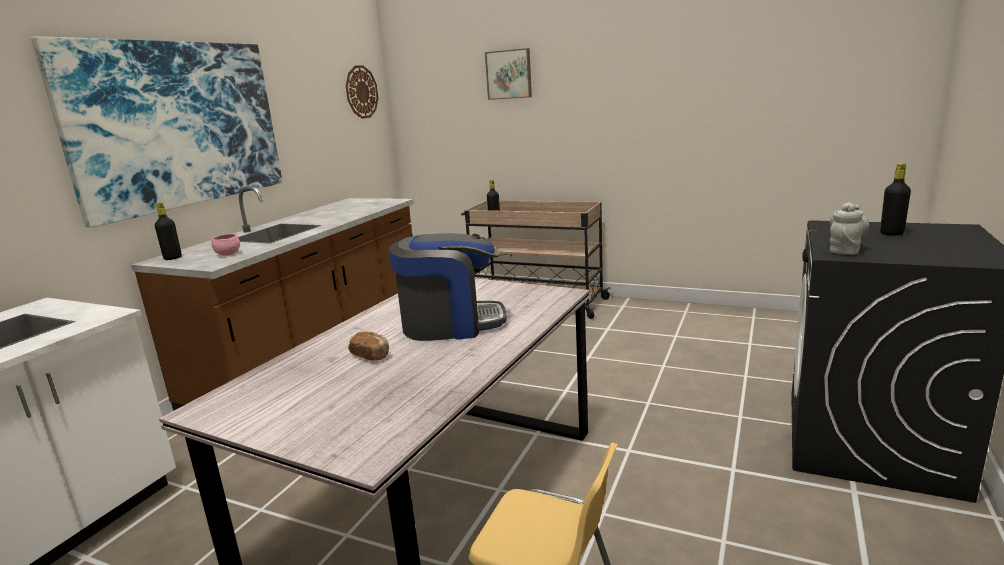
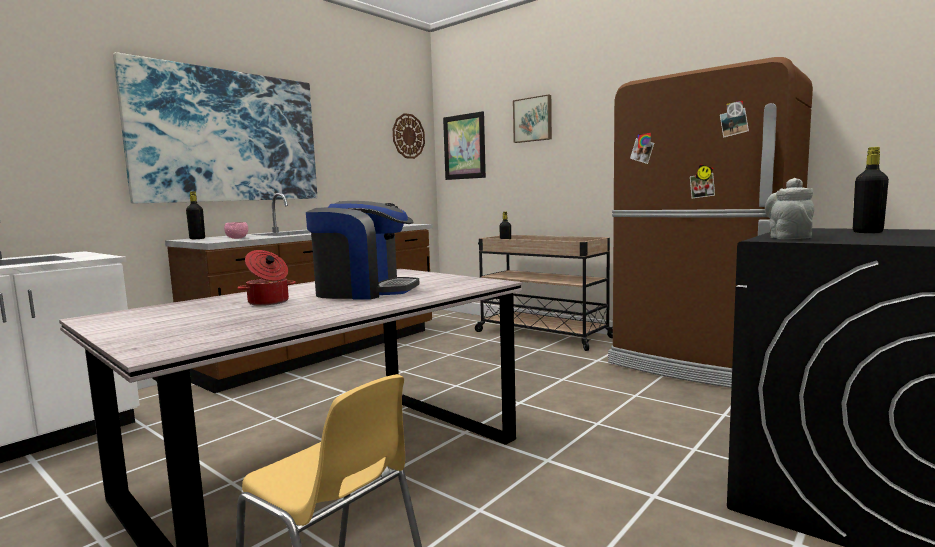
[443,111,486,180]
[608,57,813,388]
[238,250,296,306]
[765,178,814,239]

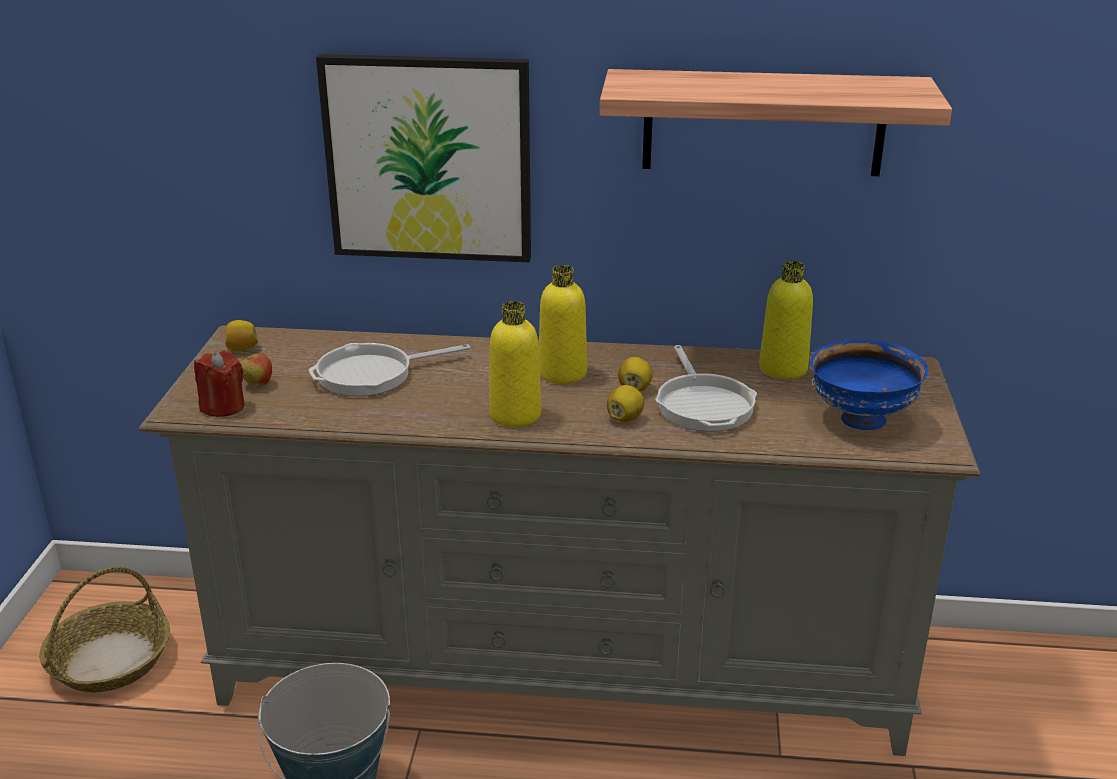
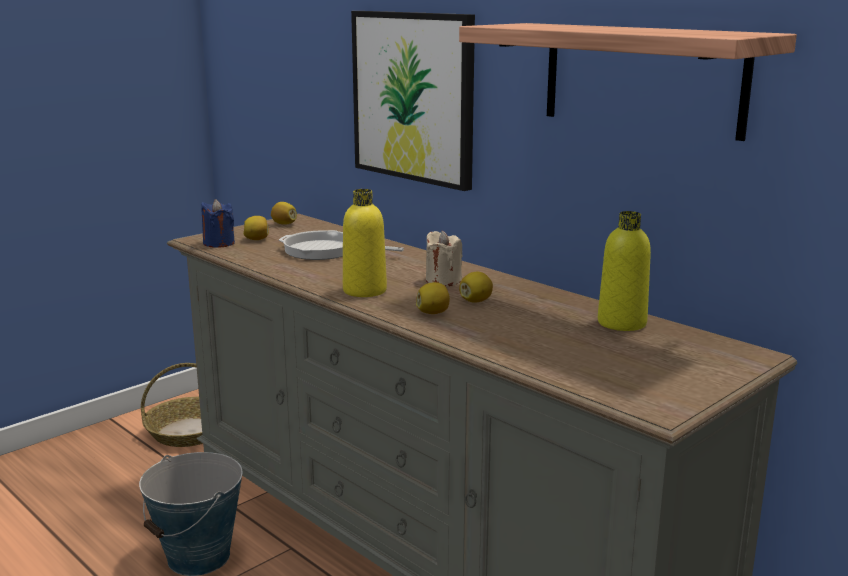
[656,345,757,432] (first image)
[810,339,928,430] (first image)
[243,216,269,240]
[426,231,462,286]
[201,199,235,248]

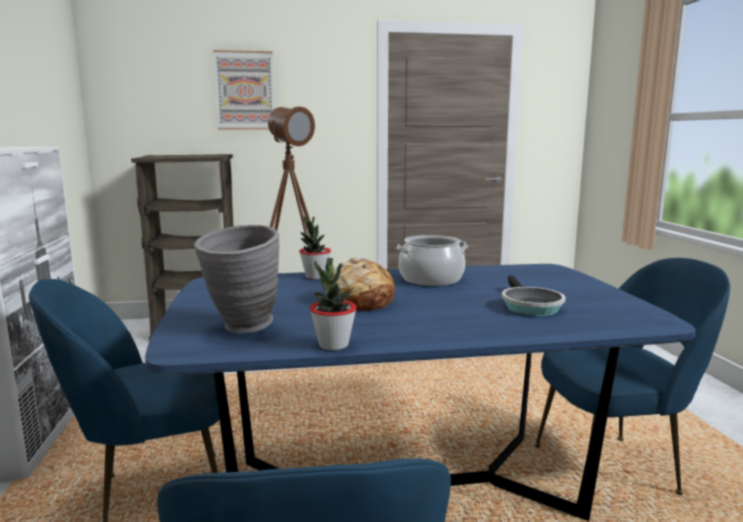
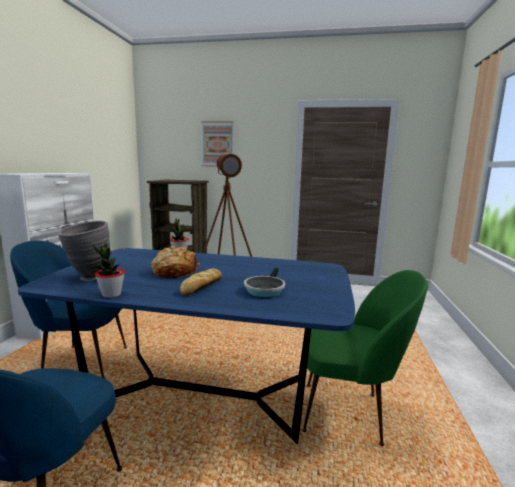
[396,235,468,286] (first image)
[180,269,222,296]
[302,270,428,446]

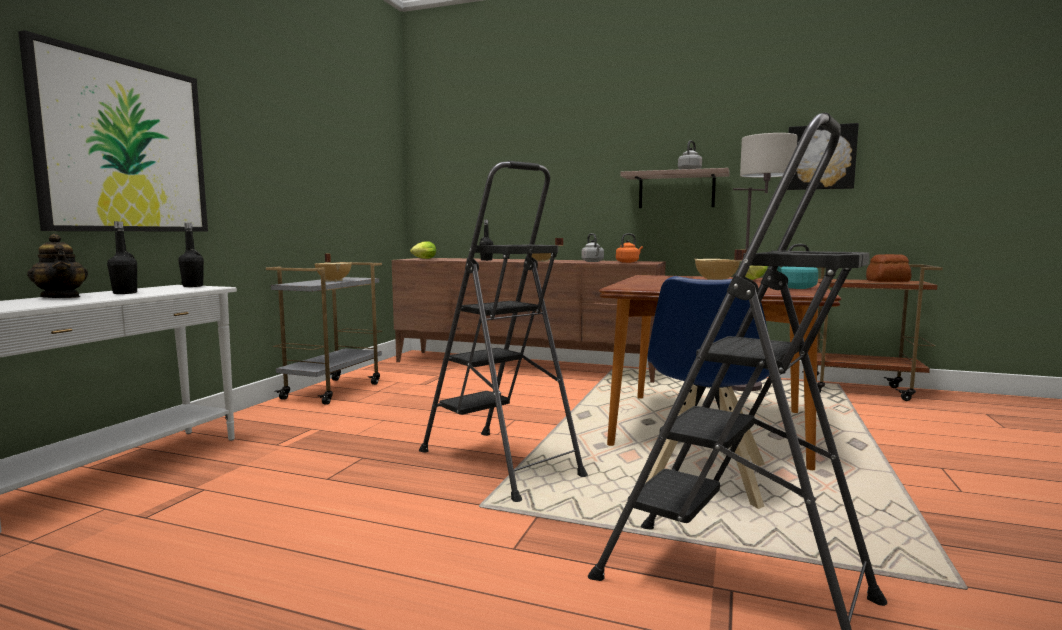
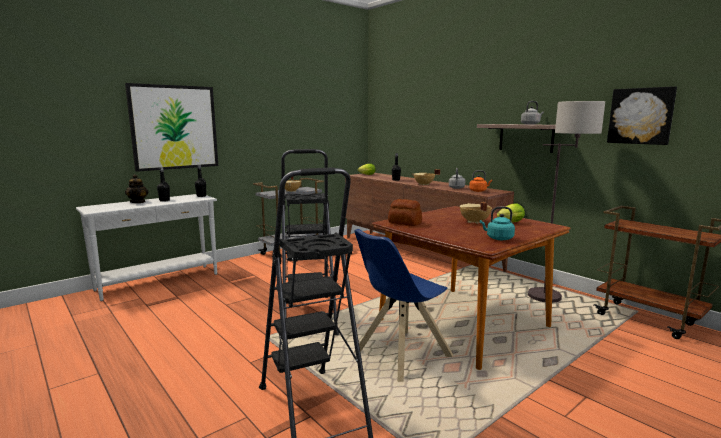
[388,199,422,226]

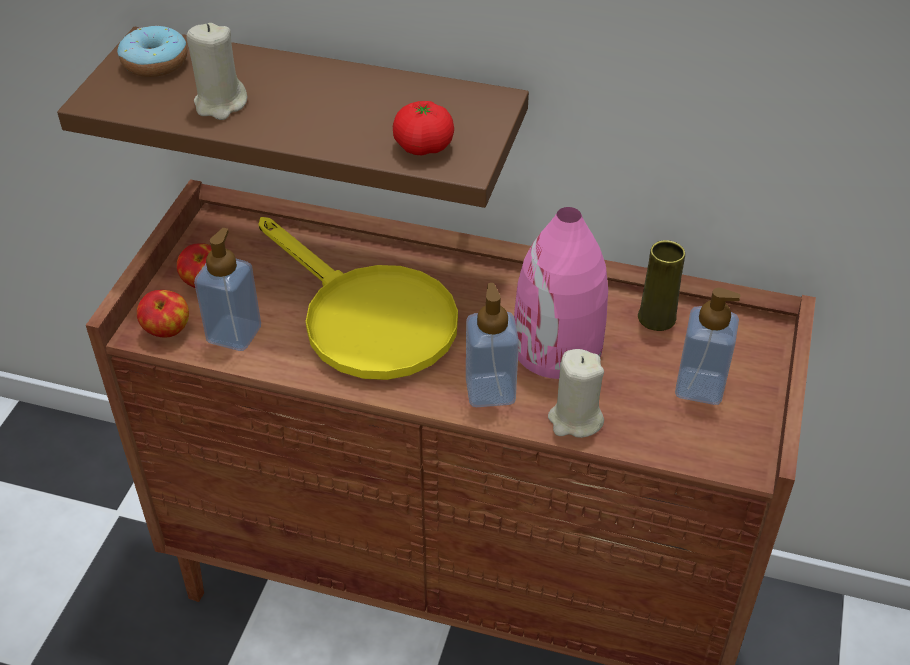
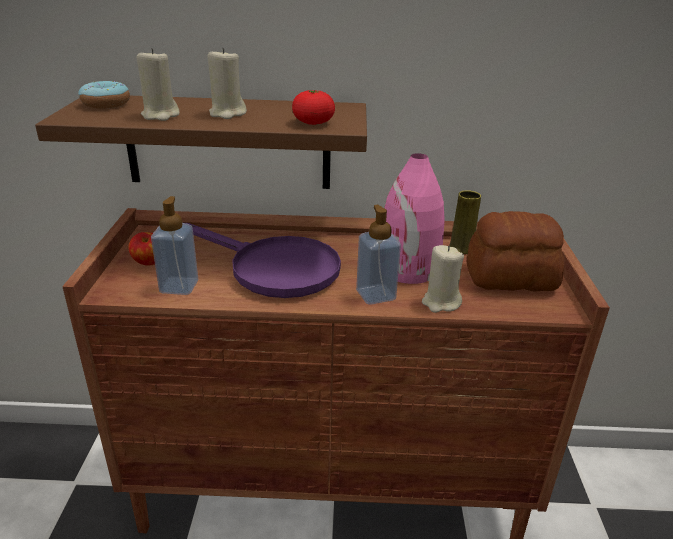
[137,290,189,337] (first image)
[208,47,247,119]
[467,211,564,292]
[186,223,341,298]

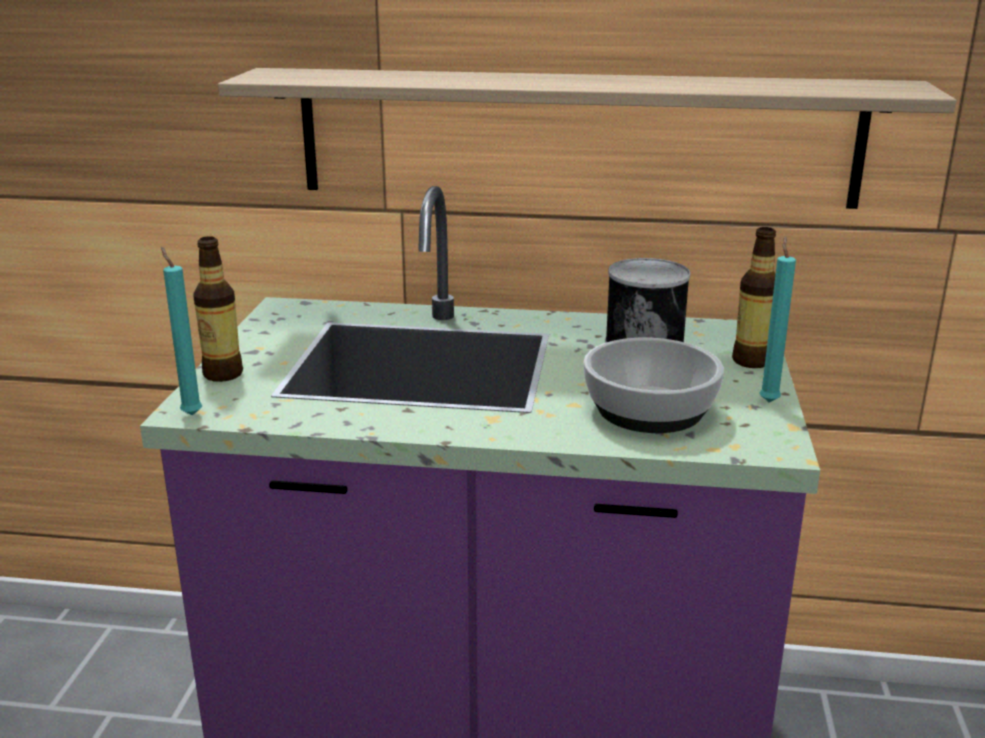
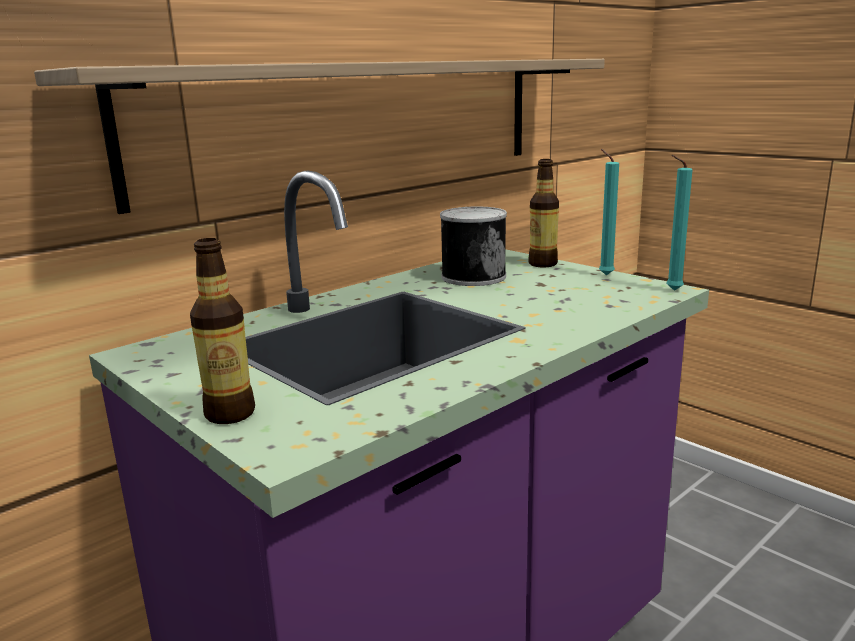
[583,338,724,433] (first image)
[666,155,692,291]

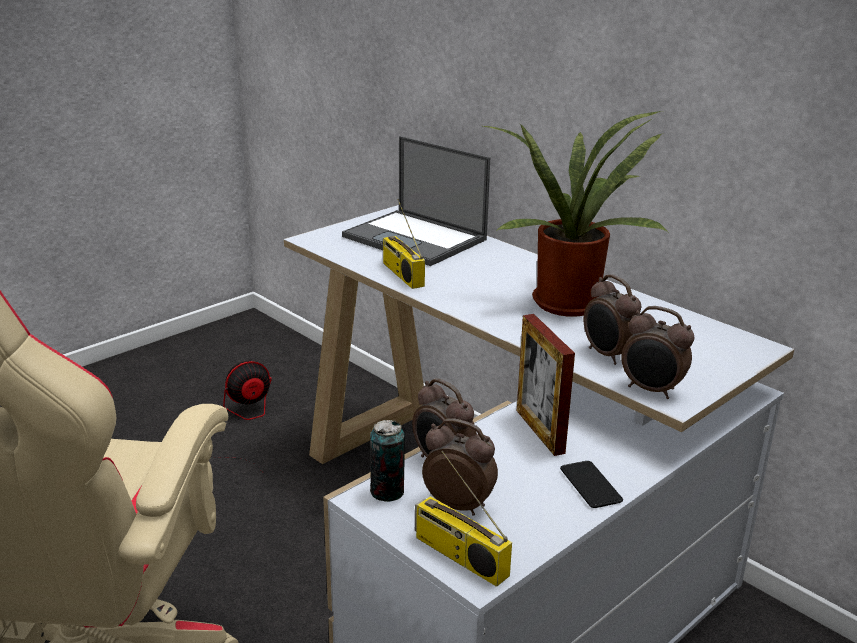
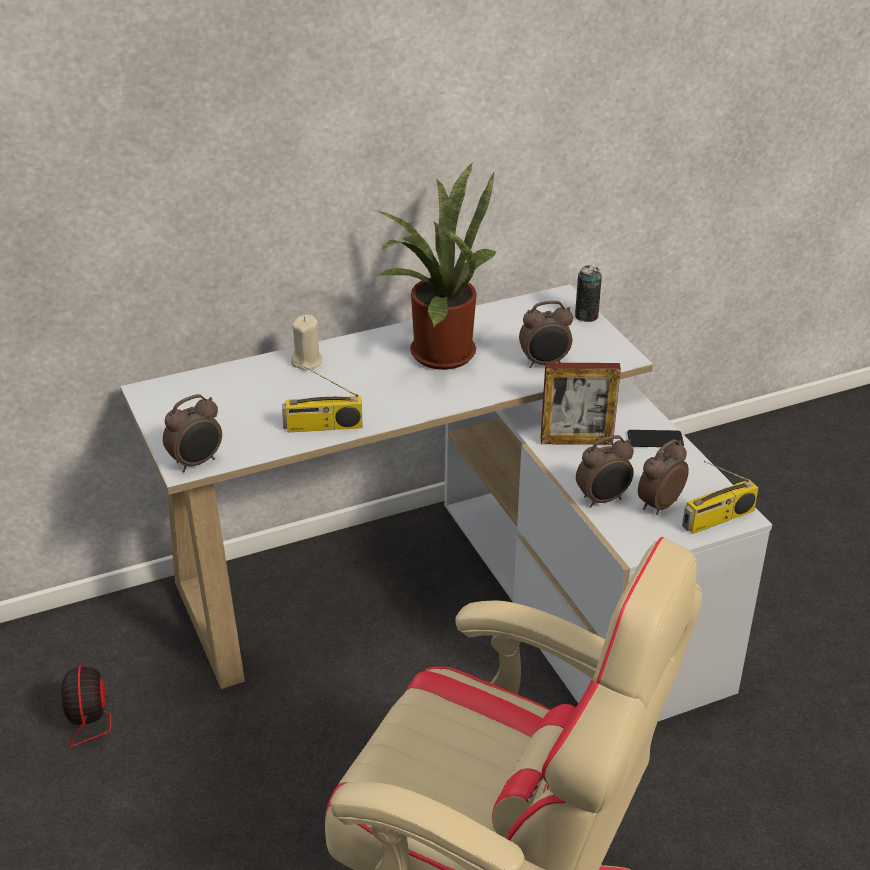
[342,136,490,266] (first image)
[291,315,322,370]
[575,265,602,322]
[163,394,222,472]

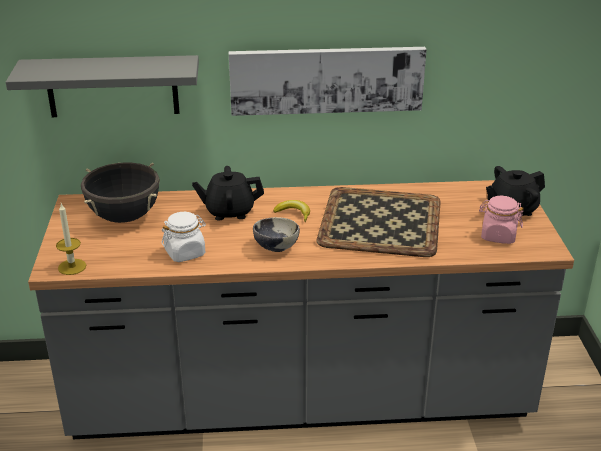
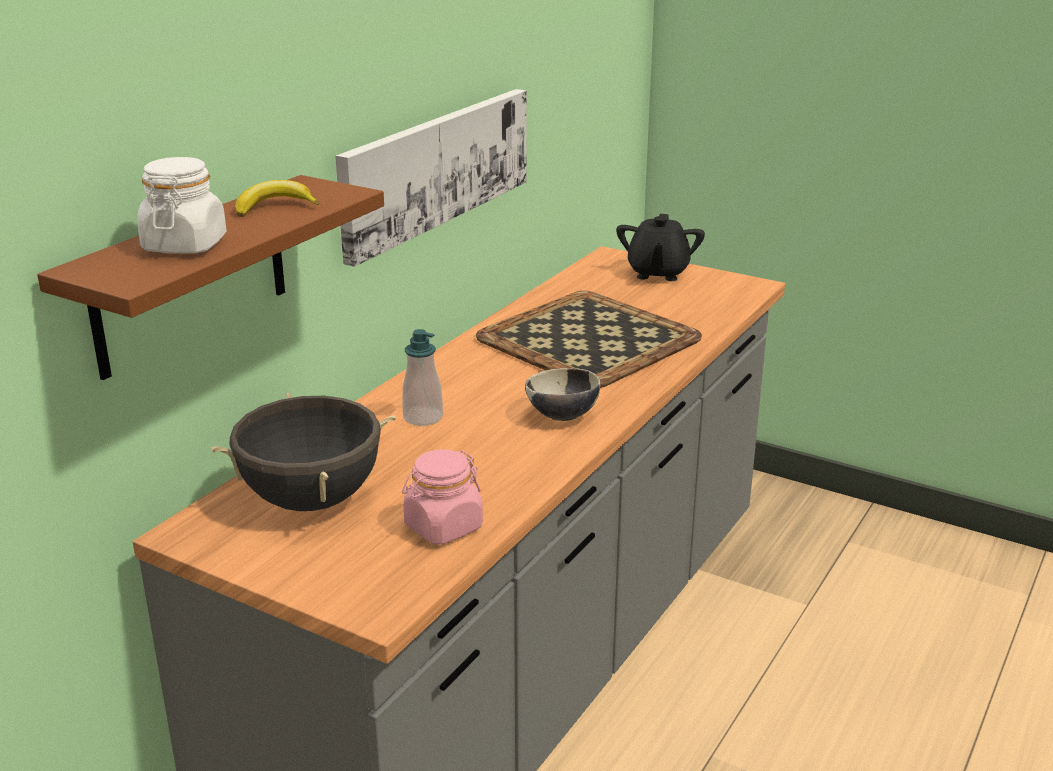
[56,204,86,275] (first image)
[137,157,227,254]
[235,180,319,217]
[402,449,483,544]
[402,329,443,426]
[37,175,384,380]

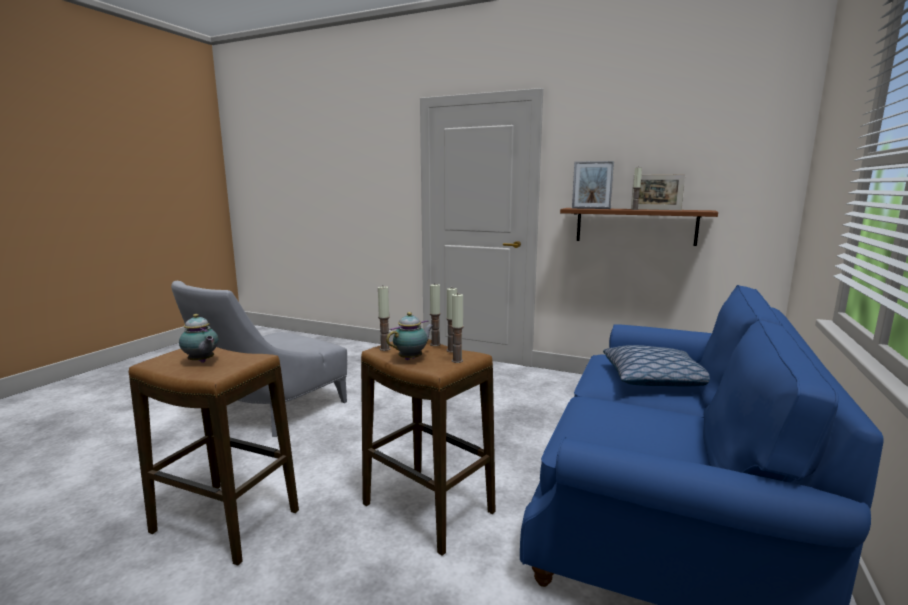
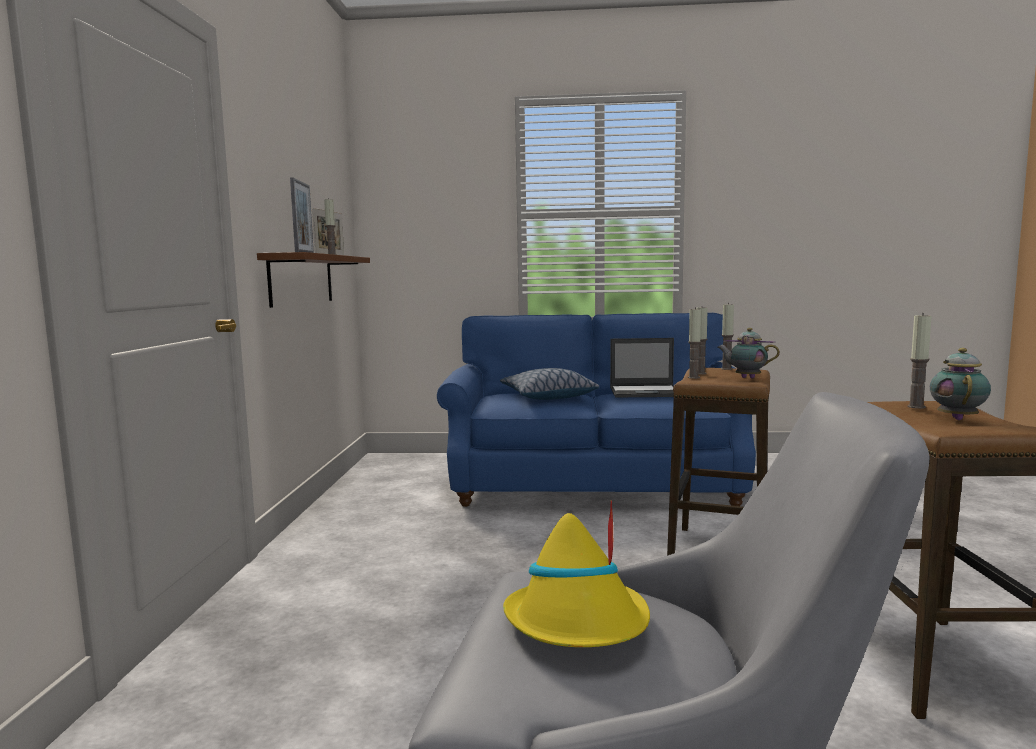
[503,500,650,647]
[610,338,674,397]
[907,313,932,409]

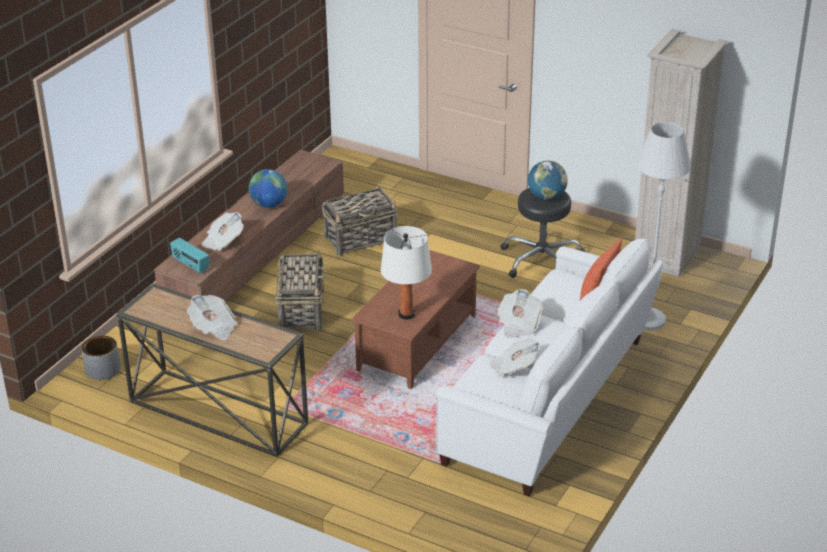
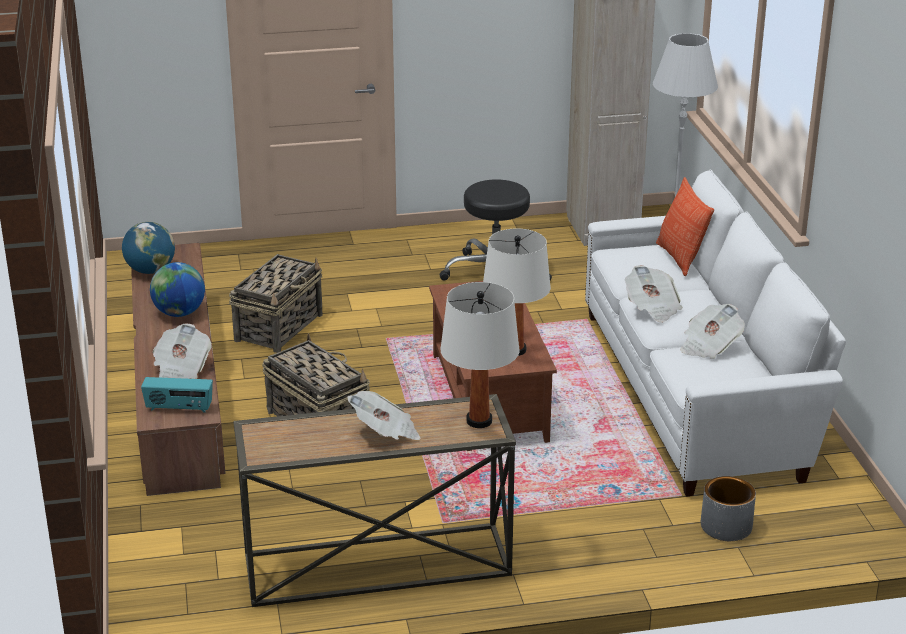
[441,282,520,428]
[701,476,756,541]
[122,222,175,274]

